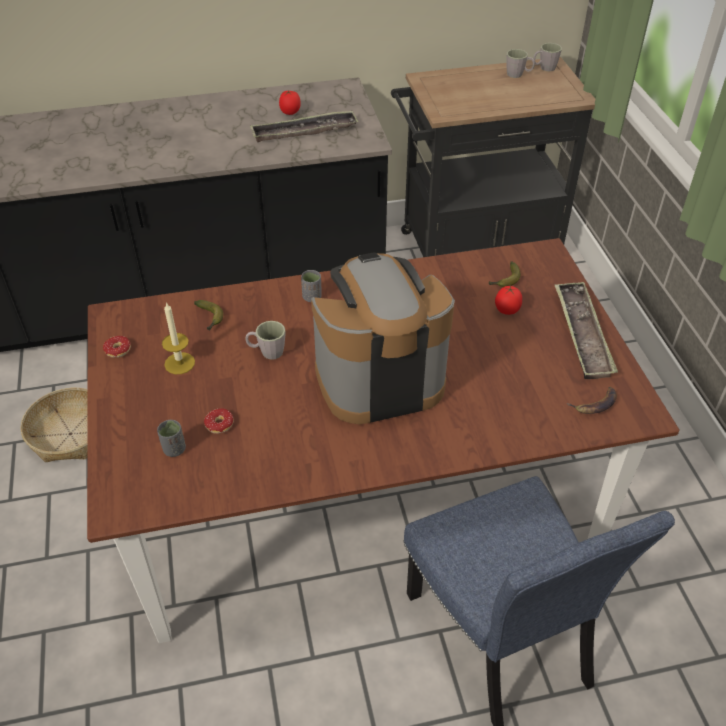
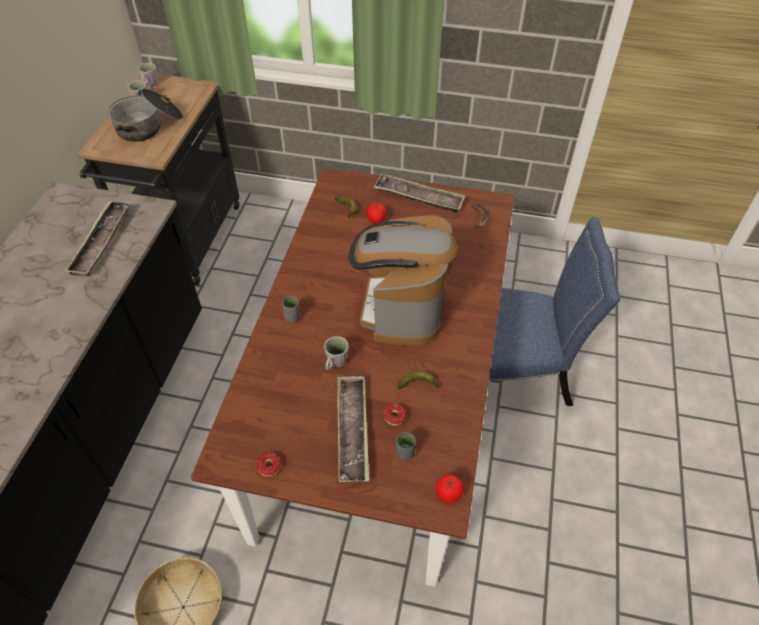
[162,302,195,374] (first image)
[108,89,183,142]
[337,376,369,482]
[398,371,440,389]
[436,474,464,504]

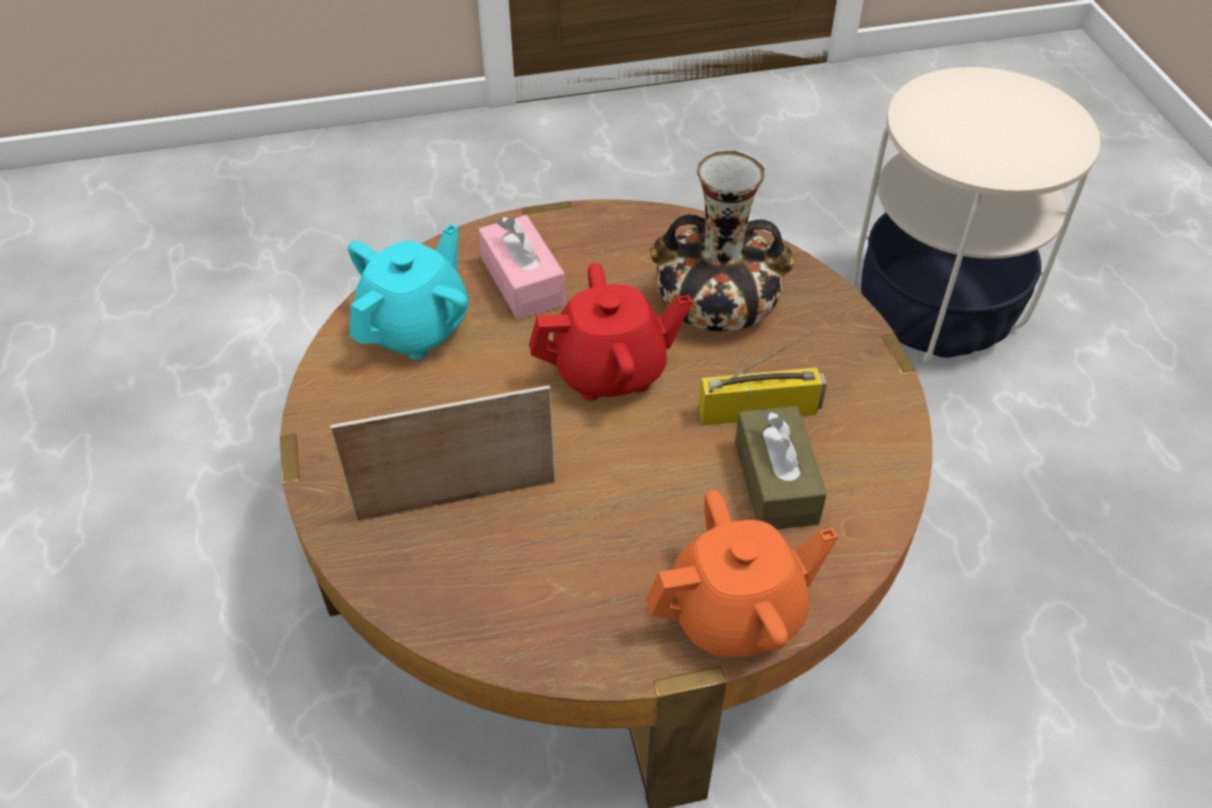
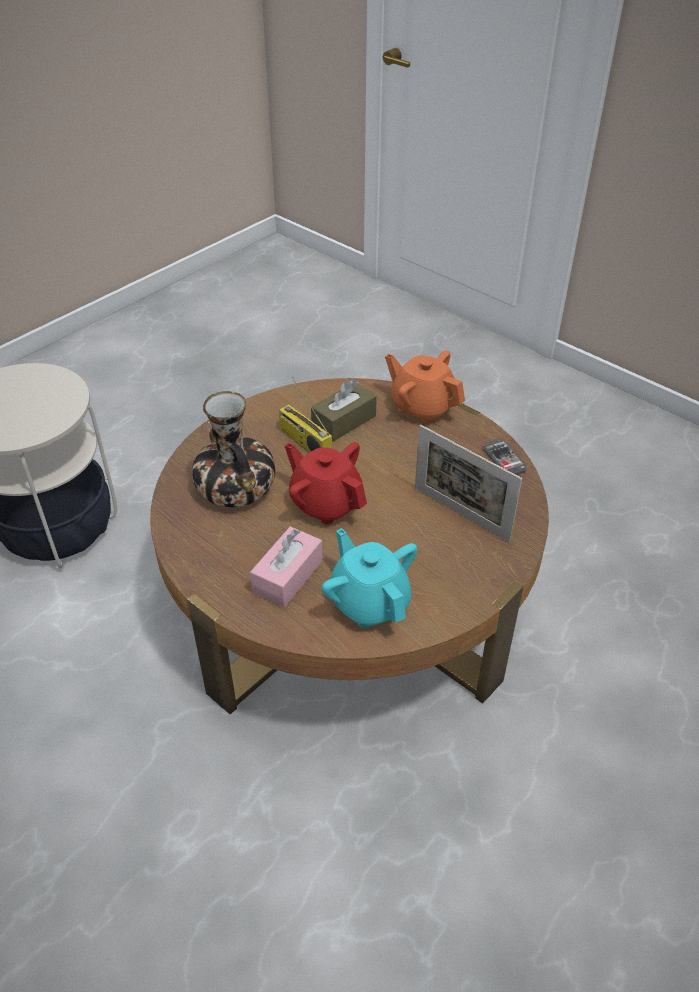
[482,439,527,475]
[322,528,417,628]

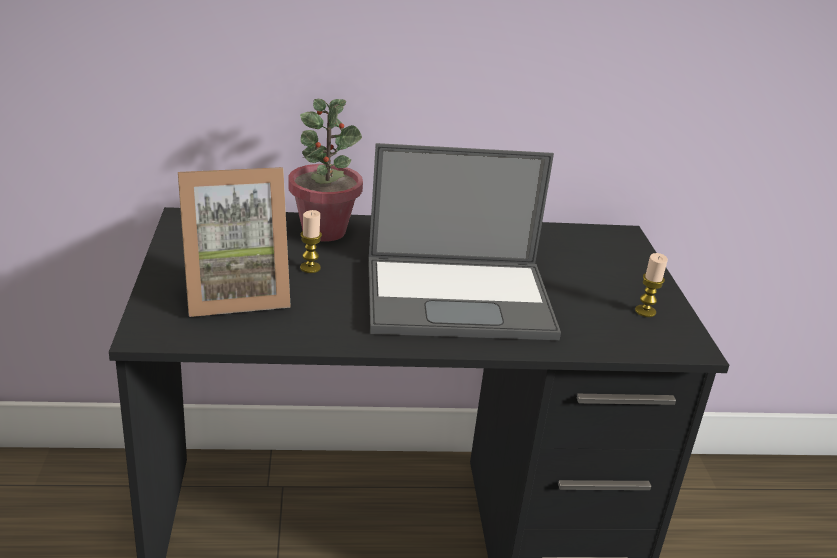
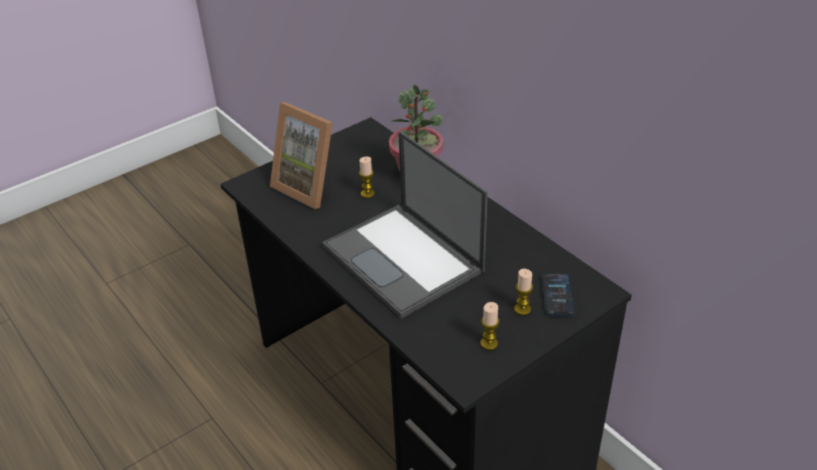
[514,269,533,315]
[541,273,576,316]

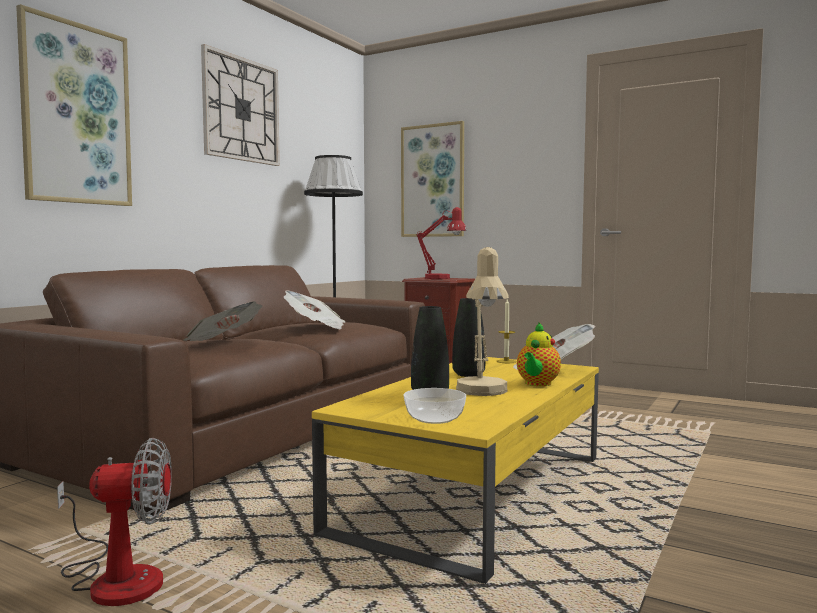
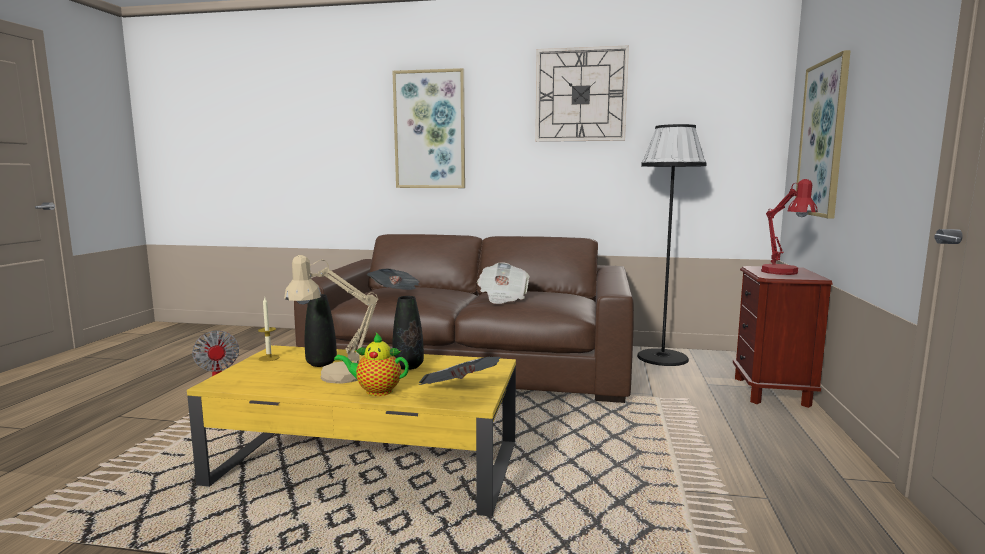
[403,388,466,424] (first image)
[258,298,279,361]

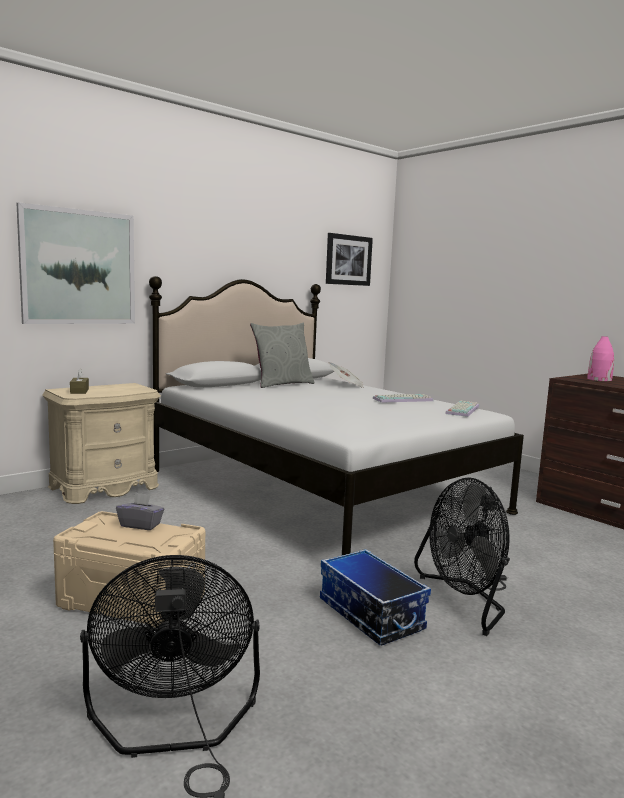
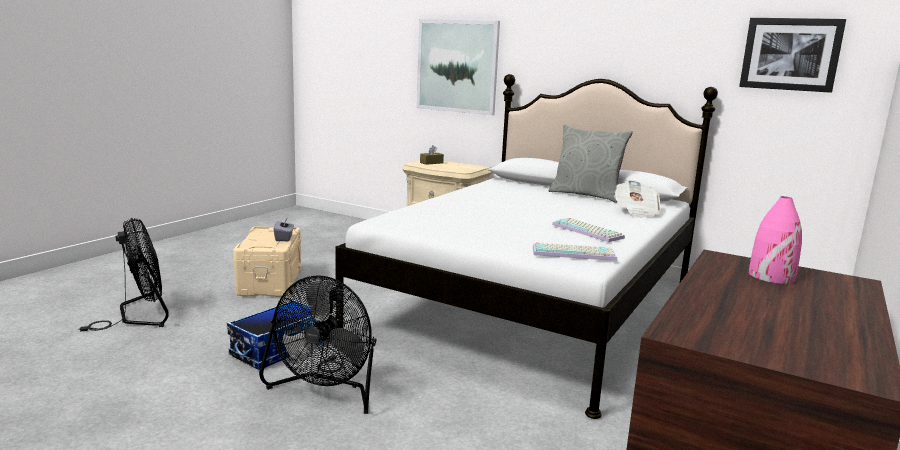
[259,276,376,414]

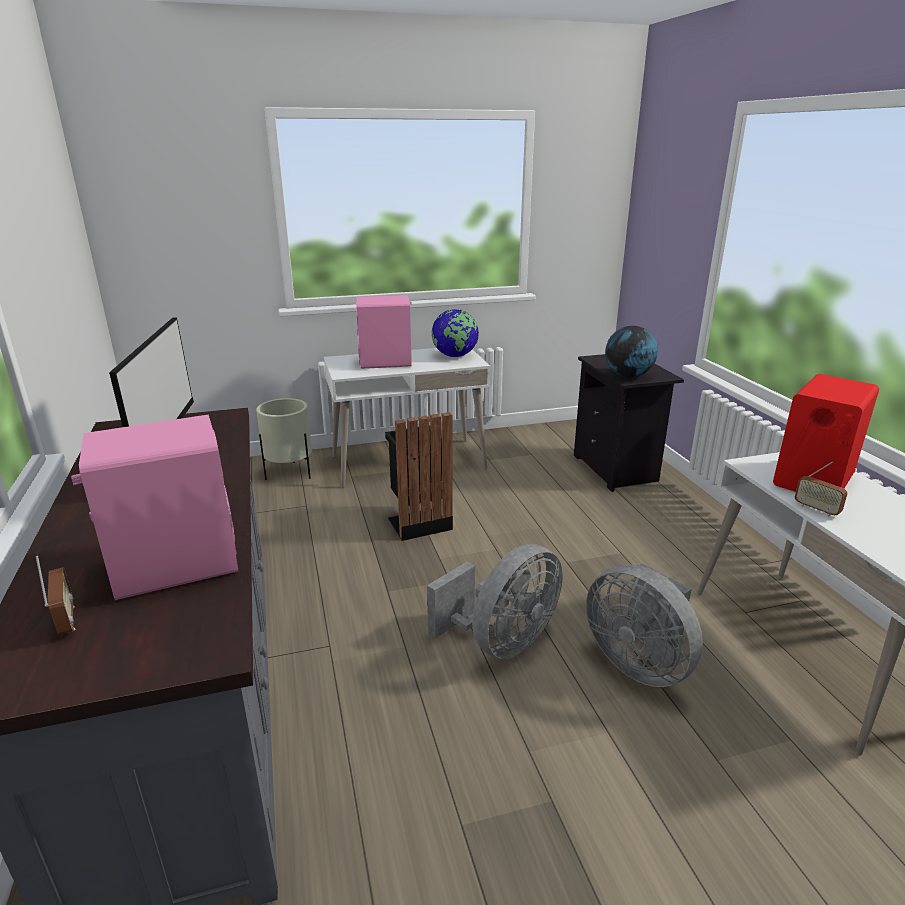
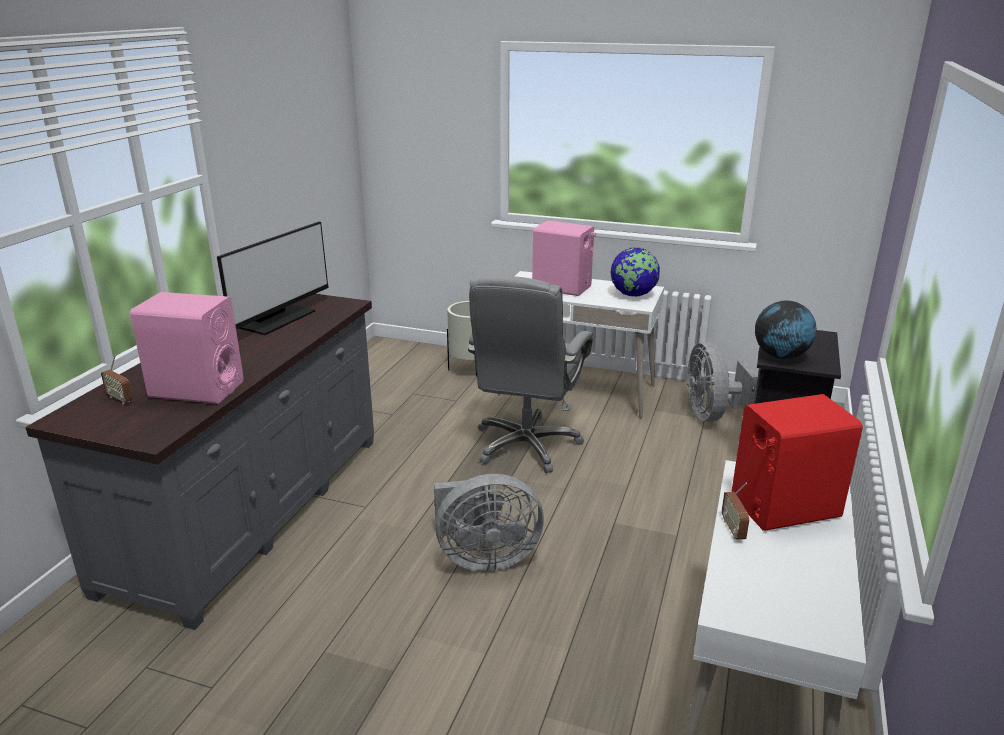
[686,342,758,422]
[468,276,593,473]
[101,355,133,405]

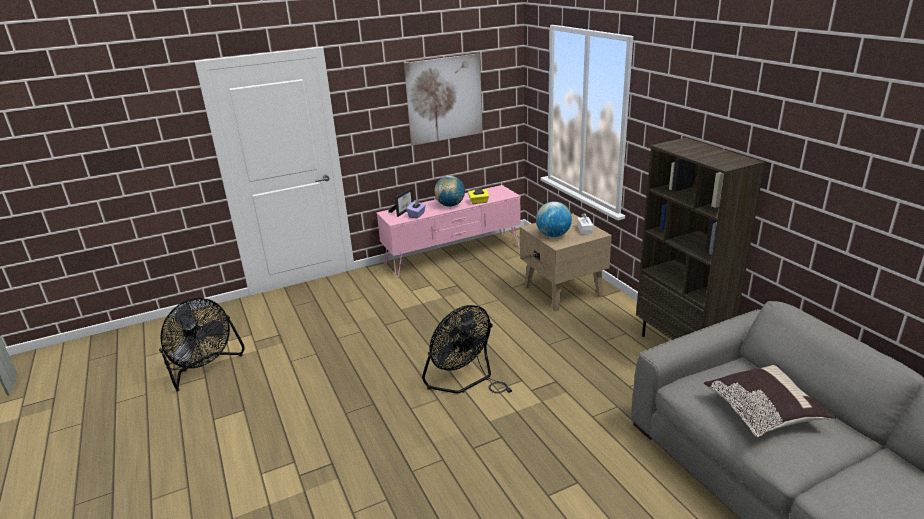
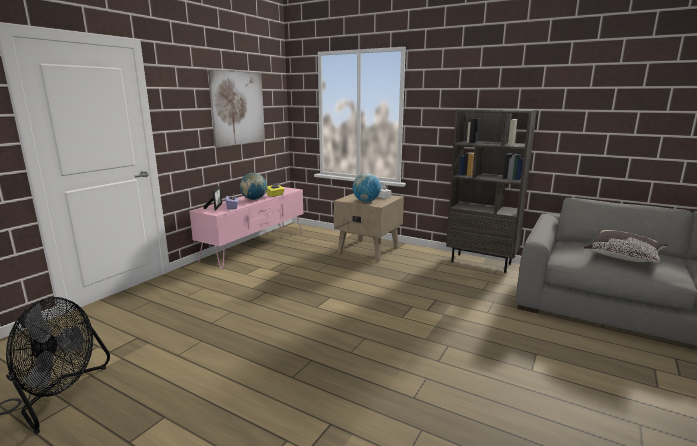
[422,305,512,393] (first image)

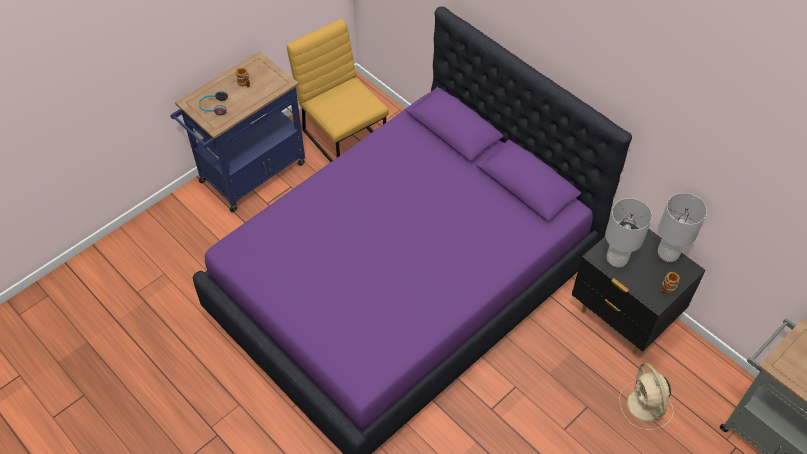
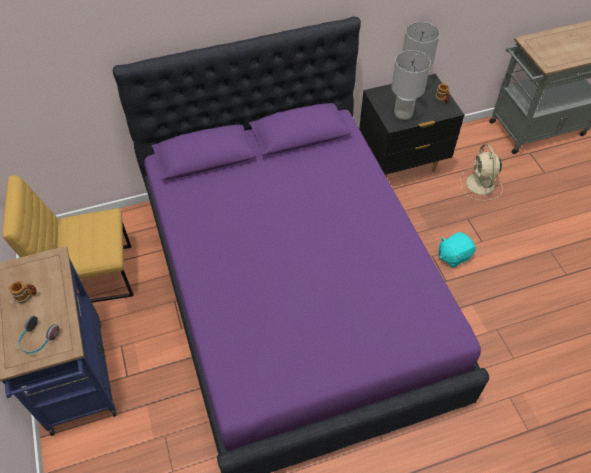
[439,232,476,268]
[460,144,503,201]

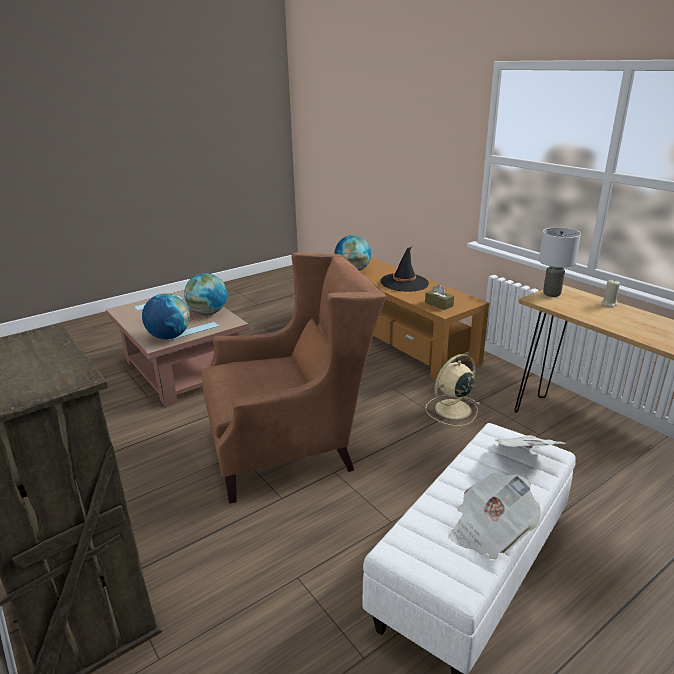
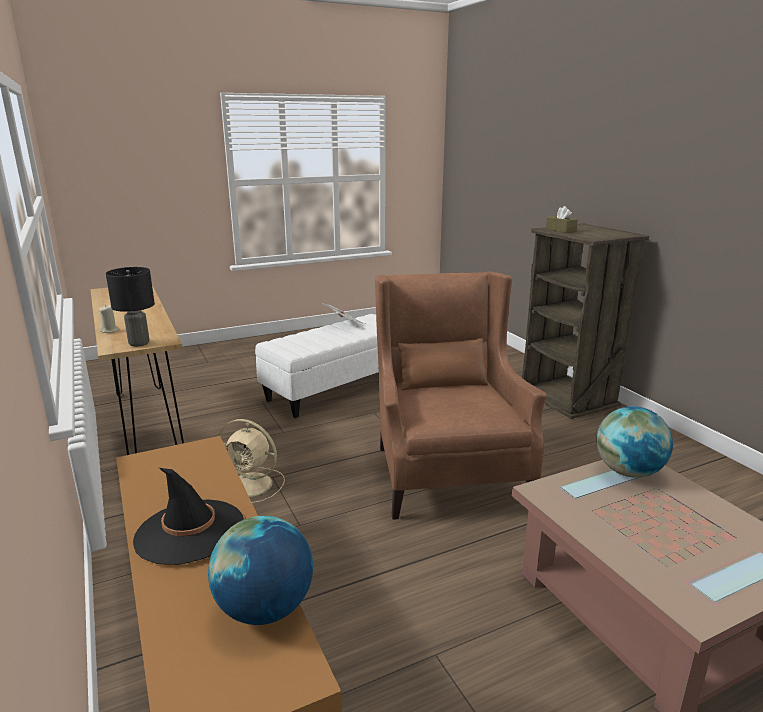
[184,273,227,315] (first image)
[495,435,565,449] (first image)
[546,206,578,233]
[106,267,155,347]
[375,272,547,520]
[219,419,285,503]

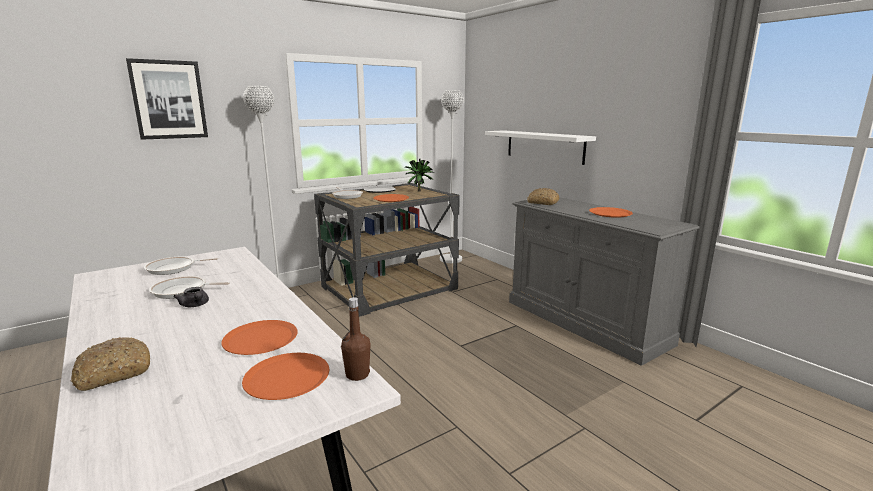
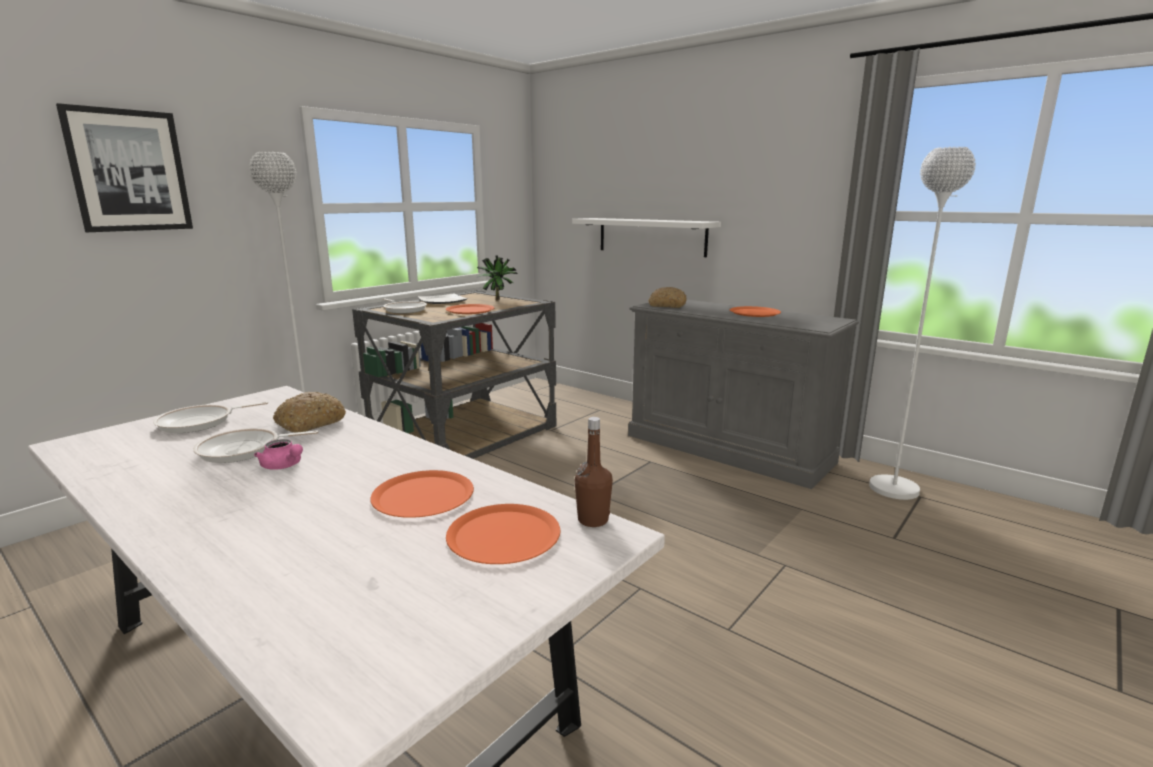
[273,392,346,433]
[869,147,976,500]
[254,439,303,470]

